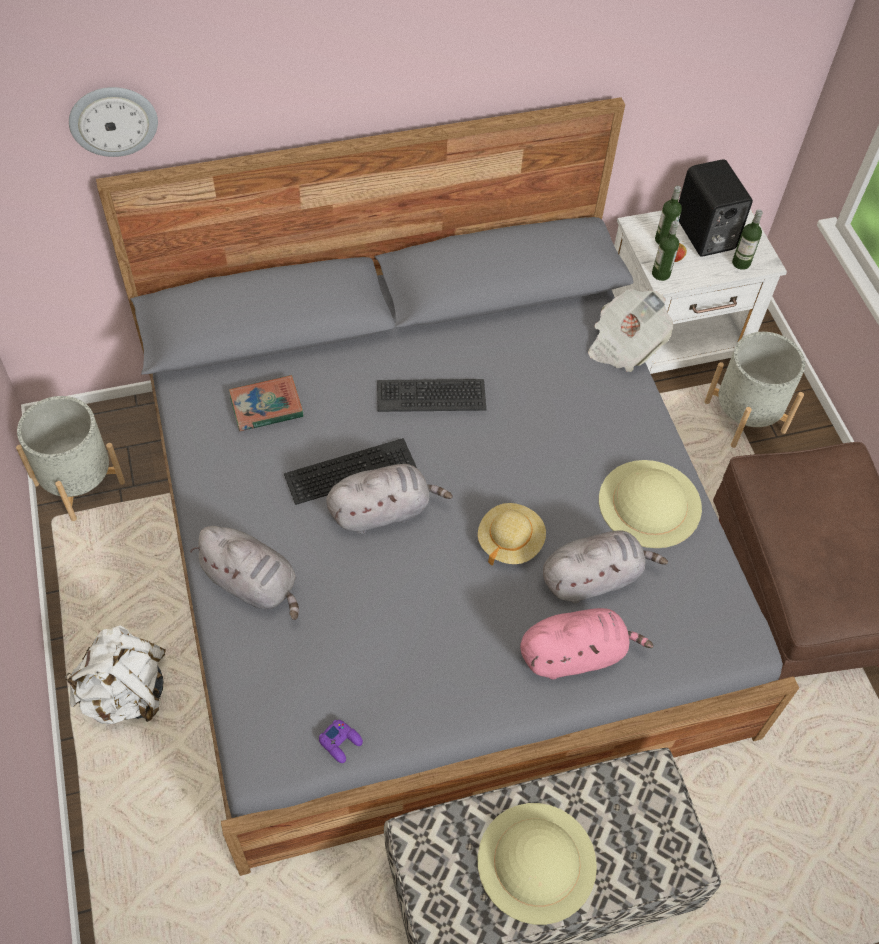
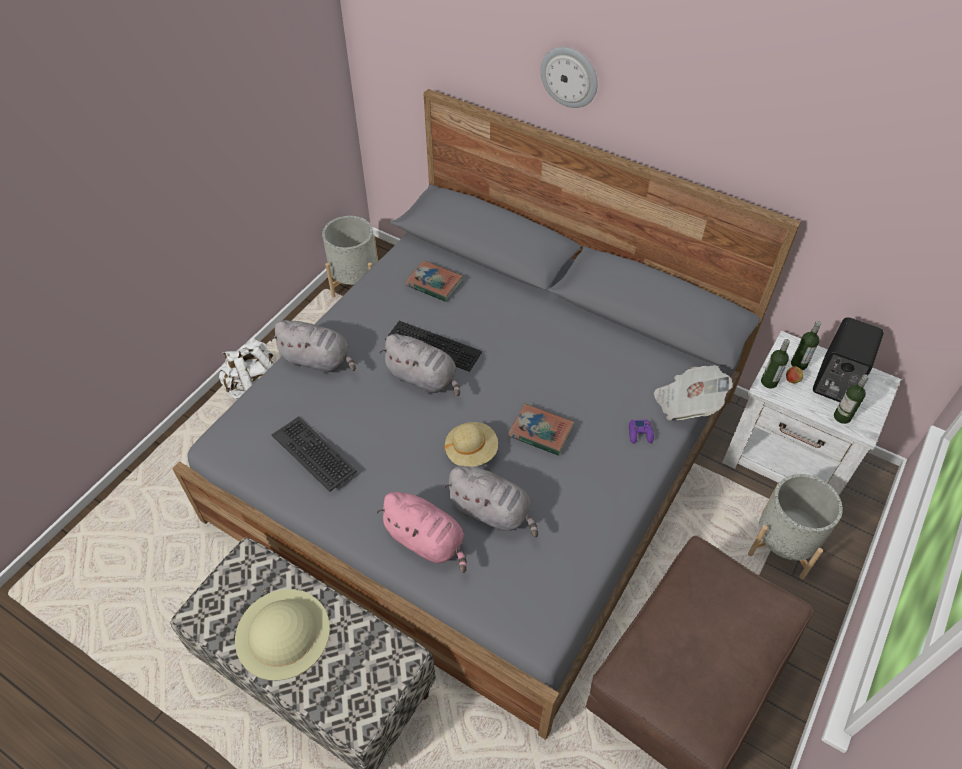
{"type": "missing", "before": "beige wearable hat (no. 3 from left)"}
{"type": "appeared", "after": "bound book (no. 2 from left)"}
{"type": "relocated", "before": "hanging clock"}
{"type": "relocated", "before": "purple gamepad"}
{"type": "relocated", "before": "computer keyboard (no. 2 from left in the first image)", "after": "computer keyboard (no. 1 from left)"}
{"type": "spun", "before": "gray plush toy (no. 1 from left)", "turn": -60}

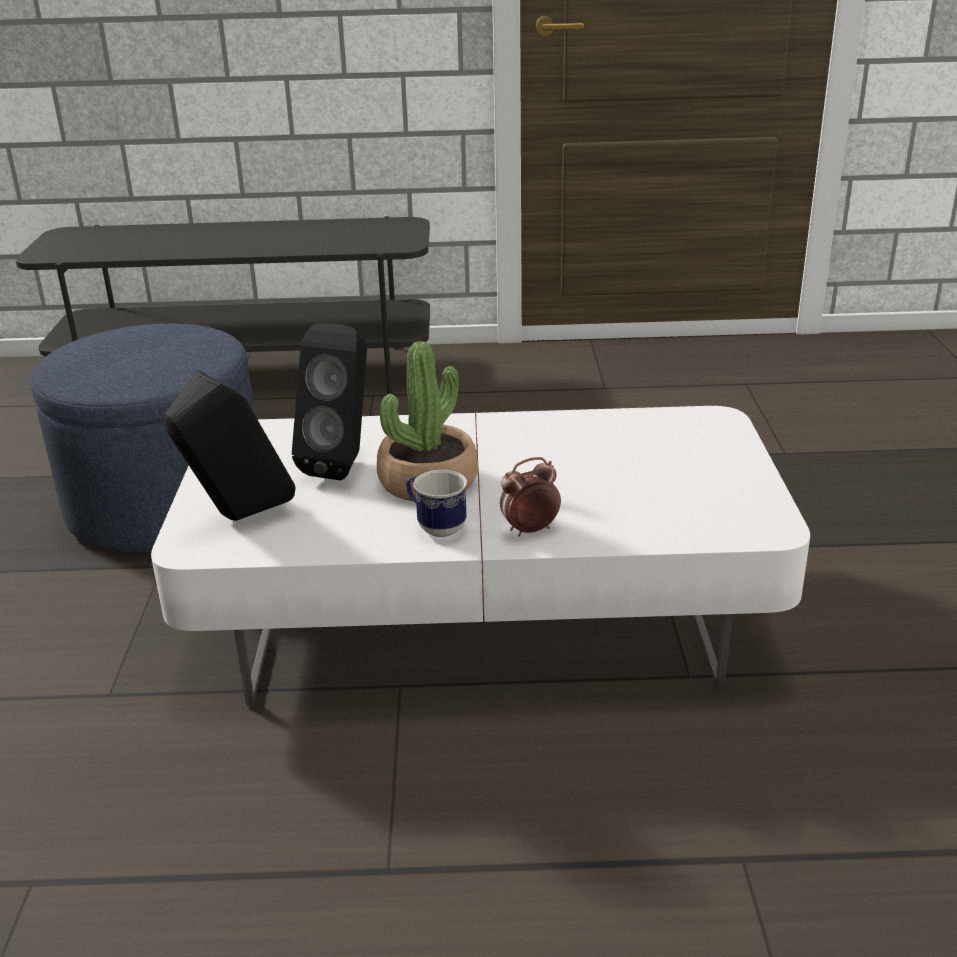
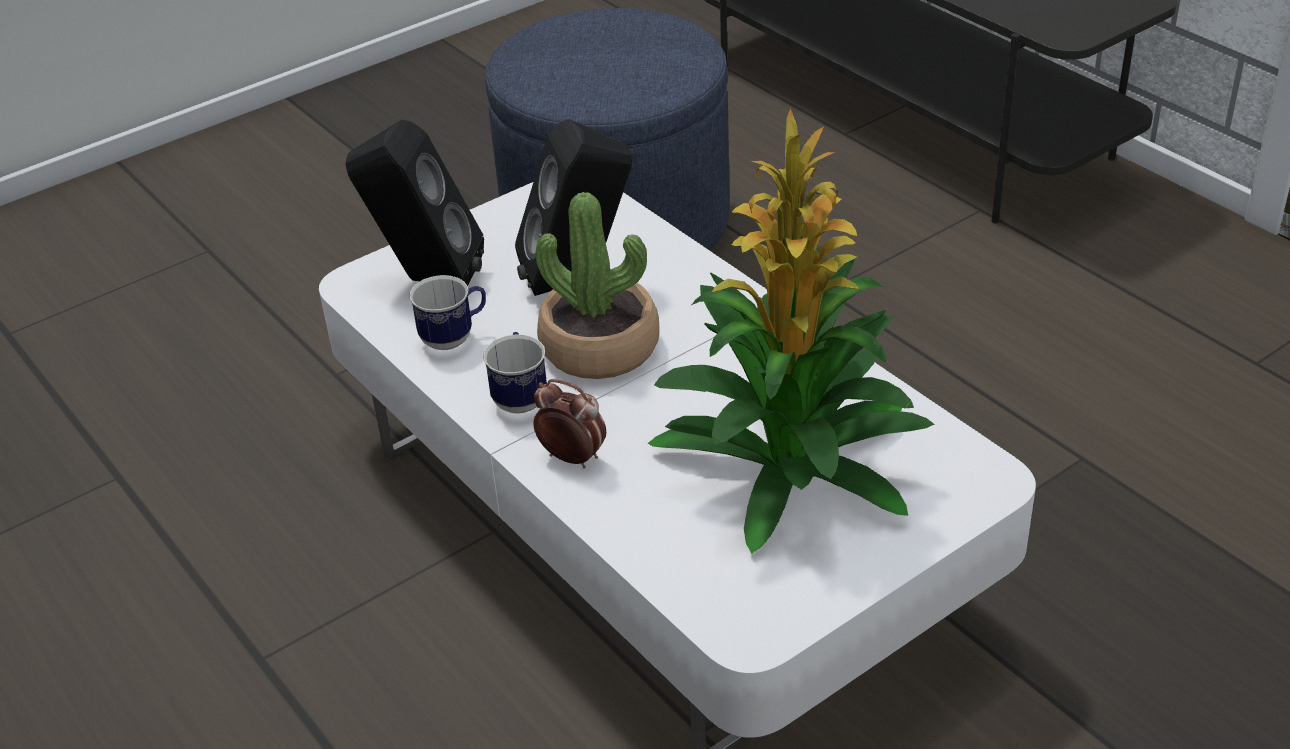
{"type": "appeared", "after": "coffee mug (no. 1 from left)"}
{"type": "appeared", "after": "houseplant (no. 2 from left)"}

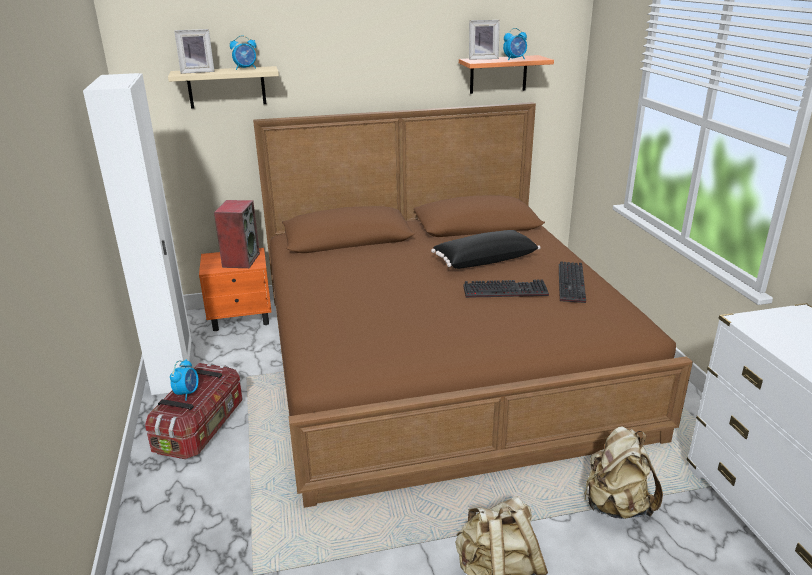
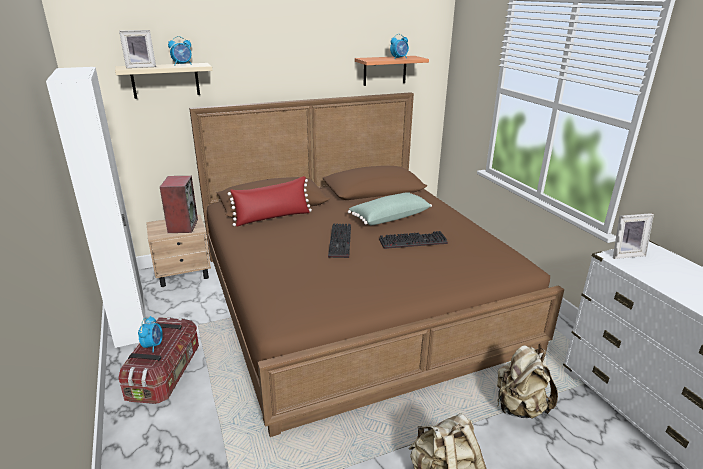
{"type": "appeared", "after": "reddish pillow"}
{"type": "relocated", "before": "photo frame (no. 2 from left)"}
{"type": "relocated", "before": "computer keyboard (no. 2 from left in the first image)", "after": "computer keyboard (no. 1 from left)"}
{"type": "colour", "before": "orange-coloured bedside table", "after": "beige bedside table"}
{"type": "colour", "before": "black pillow", "after": "green pillow"}

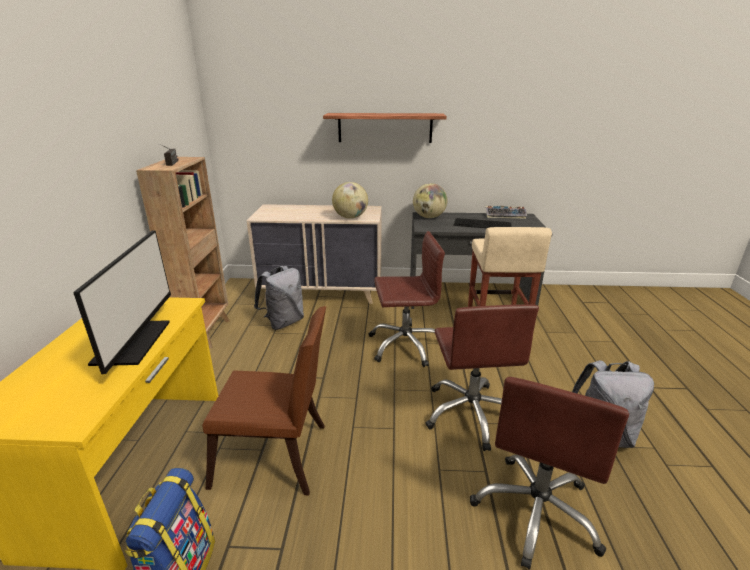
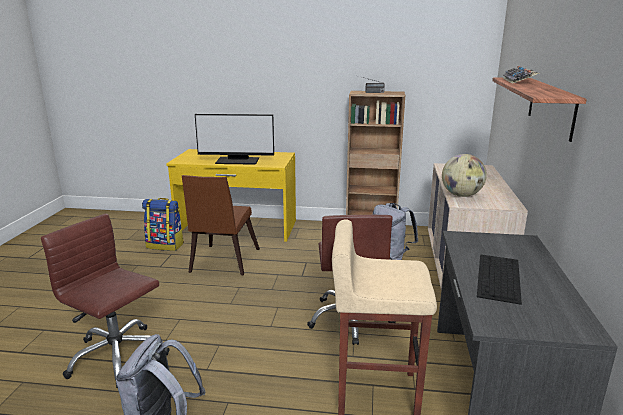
{"type": "missing", "before": "globe (no. 2 from left)"}
{"type": "missing", "before": "brown office chair (no. 2 from left)"}
{"type": "relocated", "before": "computer keyboard (no. 2 from left)"}

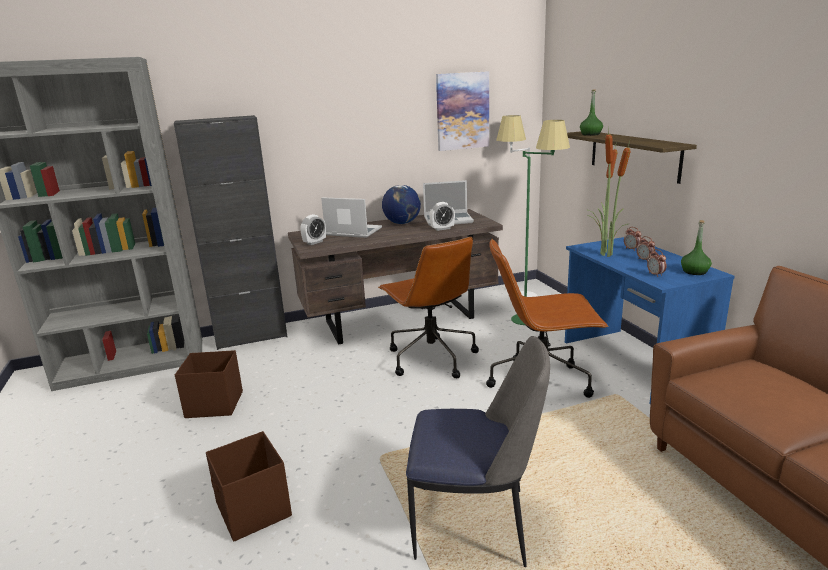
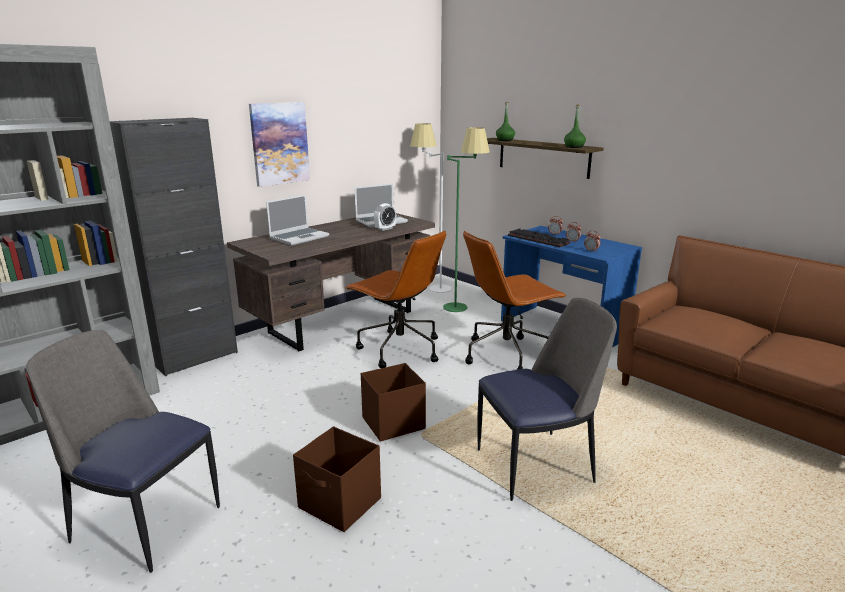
{"type": "missing", "before": "bedside clock (no. 1 from left)"}
{"type": "missing", "before": "globe"}
{"type": "appeared", "after": "upright chair (no. 1 from left)"}
{"type": "relocated", "before": "brown storage bin (no. 1 from left in the first image)", "after": "brown storage bin (no. 2 from left)"}
{"type": "relocated", "before": "wall art"}
{"type": "relocated", "before": "green beverage bottle (no. 2 from left)"}
{"type": "exchanged", "before": "houseplant", "after": "computer keyboard"}
{"type": "spun", "before": "portable computer (no. 1 from left)", "turn": 135}

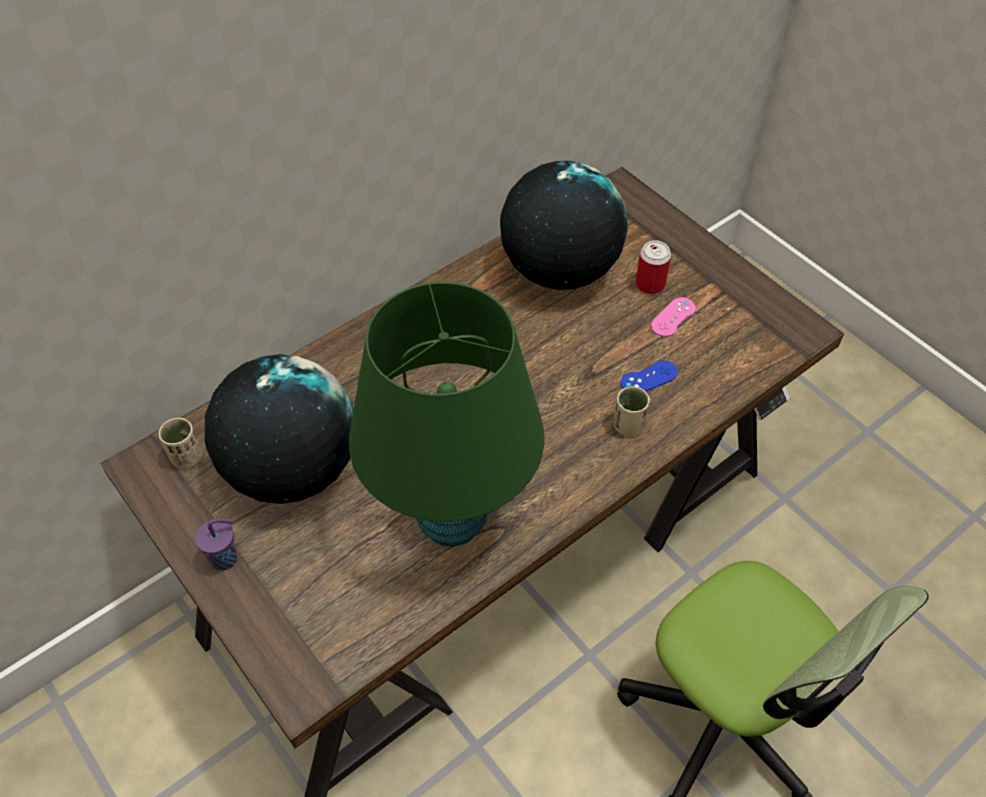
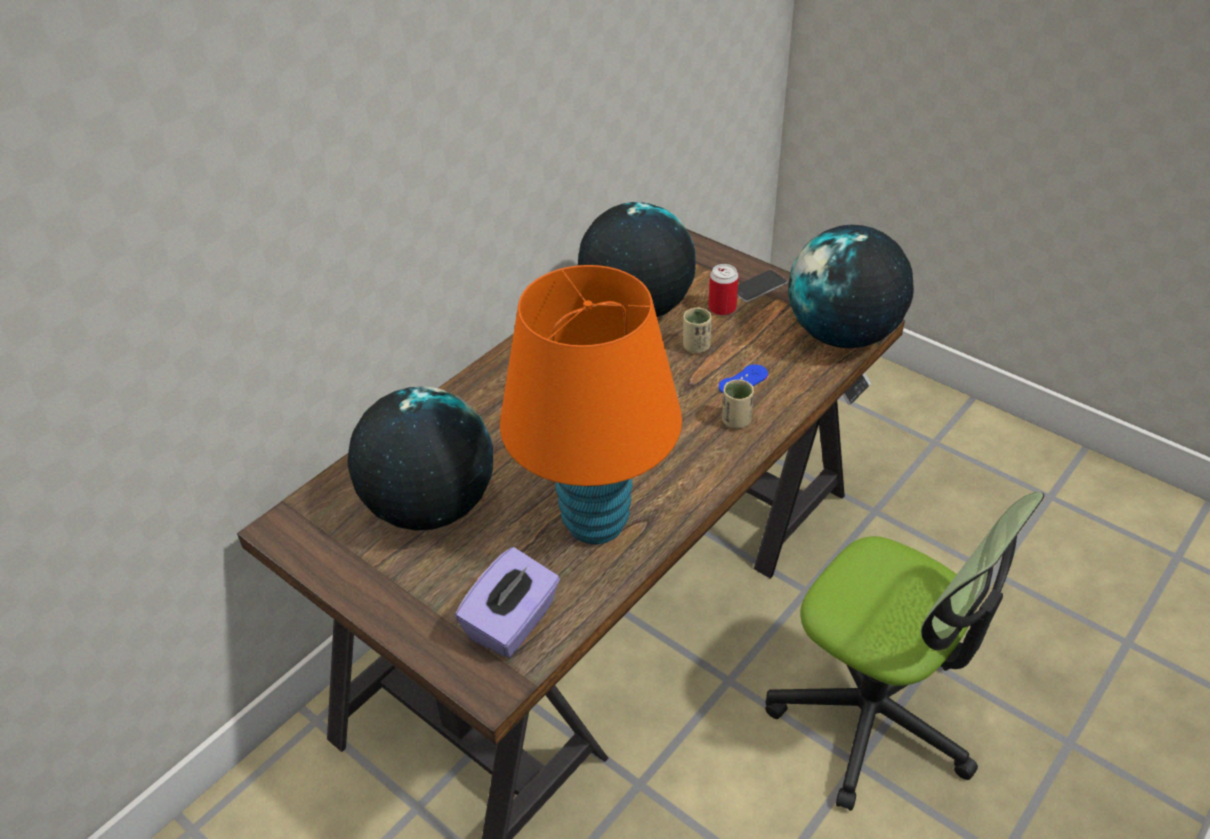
{"type": "missing", "before": "purple drinking cup"}
{"type": "missing", "before": "pink gamepad"}
{"type": "appeared", "after": "purple tissue holder"}
{"type": "appeared", "after": "phone"}
{"type": "appeared", "after": "globe (no. 3 from left)"}
{"type": "relocated", "before": "beige drinking cup (no. 1 from left)"}
{"type": "colour", "before": "green tabletop lamp", "after": "orange-coloured tabletop lamp"}

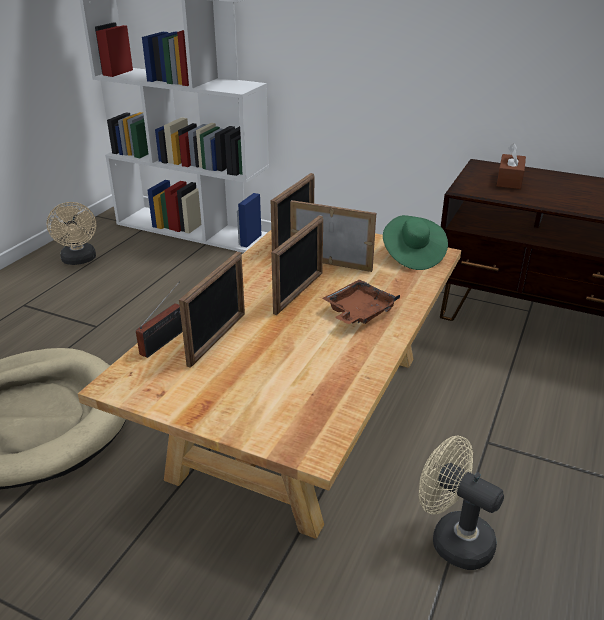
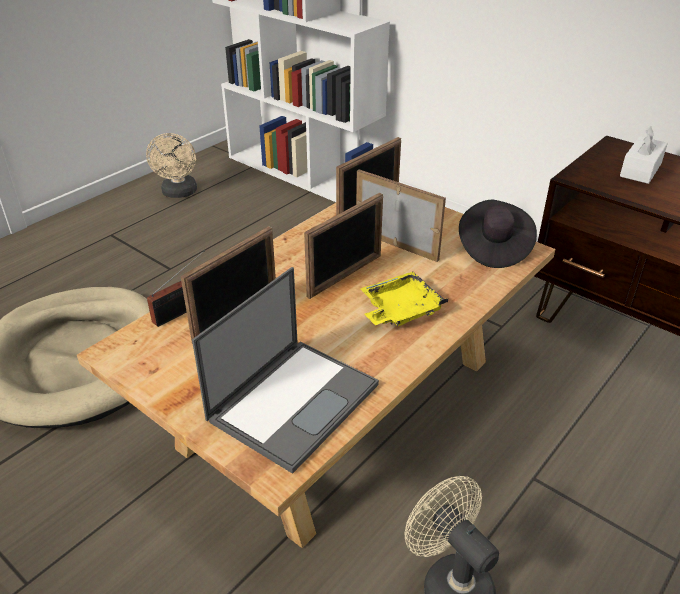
{"type": "appeared", "after": "portable computer"}
{"type": "colour", "before": "brown serving tray", "after": "yellow serving tray"}
{"type": "colour", "before": "green wearable hat", "after": "black wearable hat"}
{"type": "colour", "before": "brown tissue holder", "after": "whitish tissue holder"}

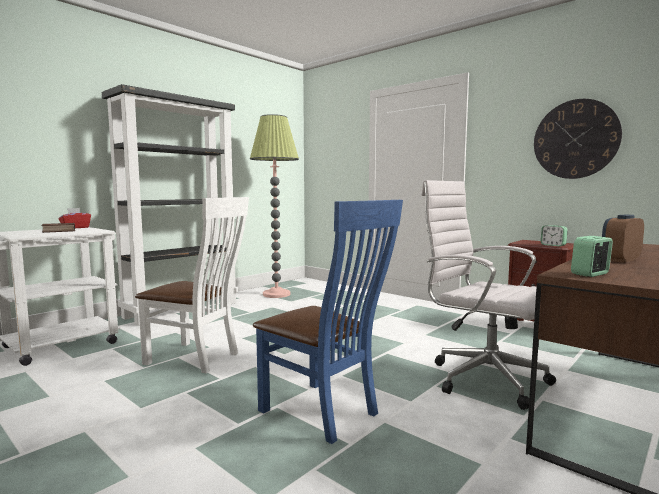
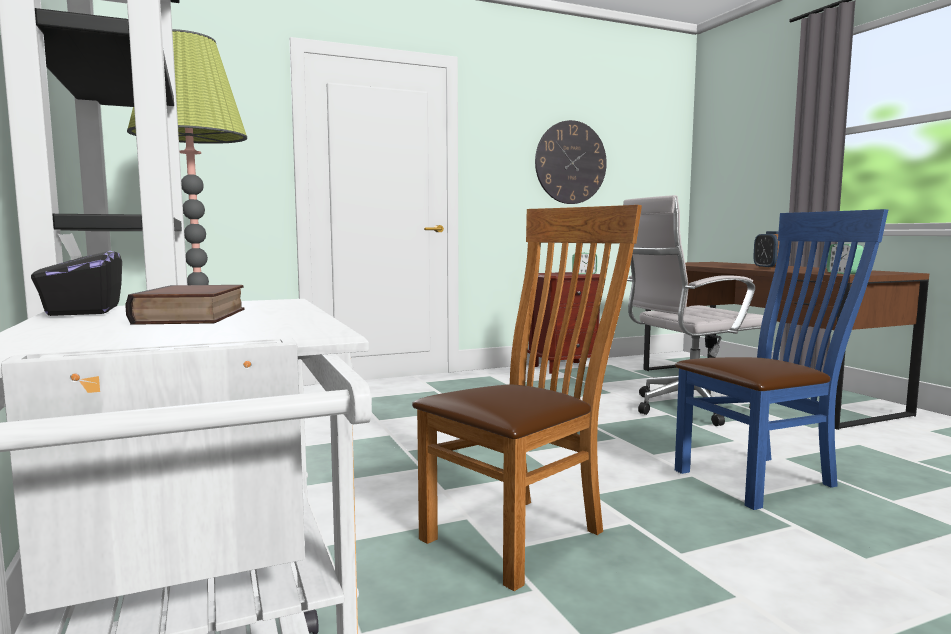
{"type": "colour", "before": "reddish tissue holder", "after": "black tissue holder"}
{"type": "colour", "before": "whitish upright chair", "after": "brown upright chair"}

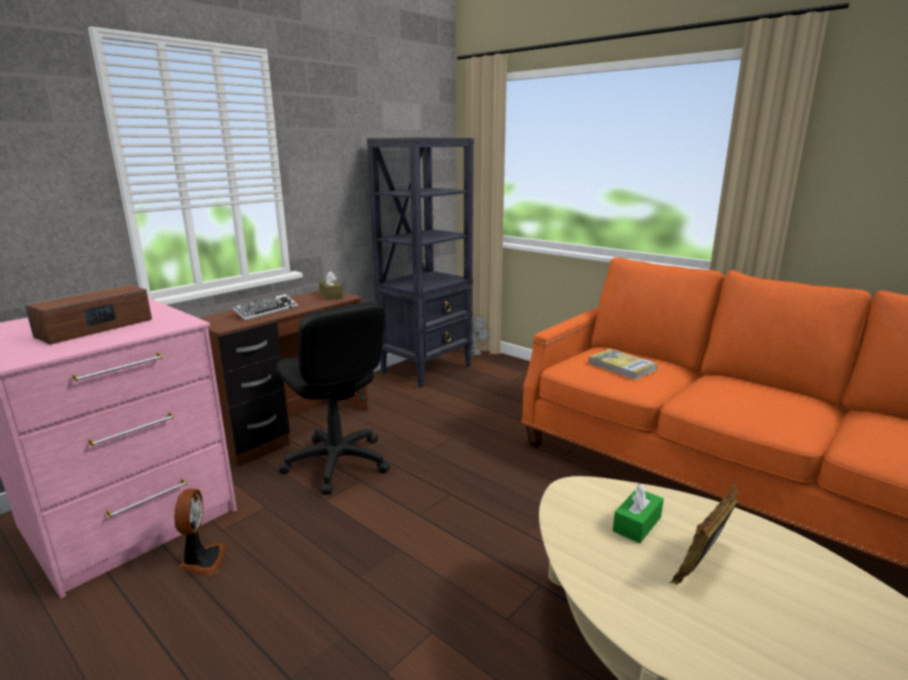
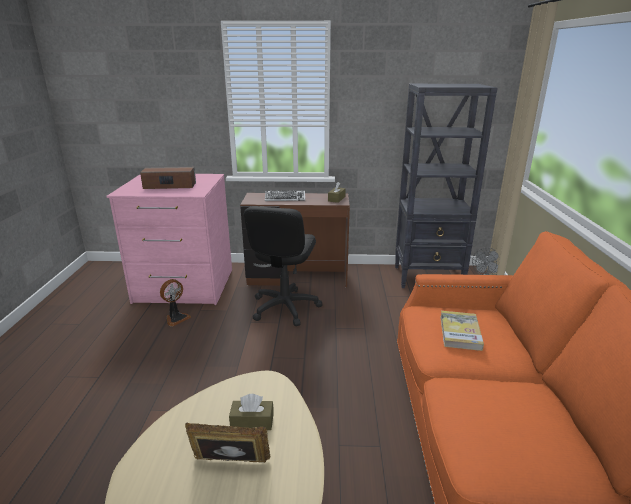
{"type": "colour", "before": "green tissue holder", "after": "brown tissue holder (no. 1 from left)"}

